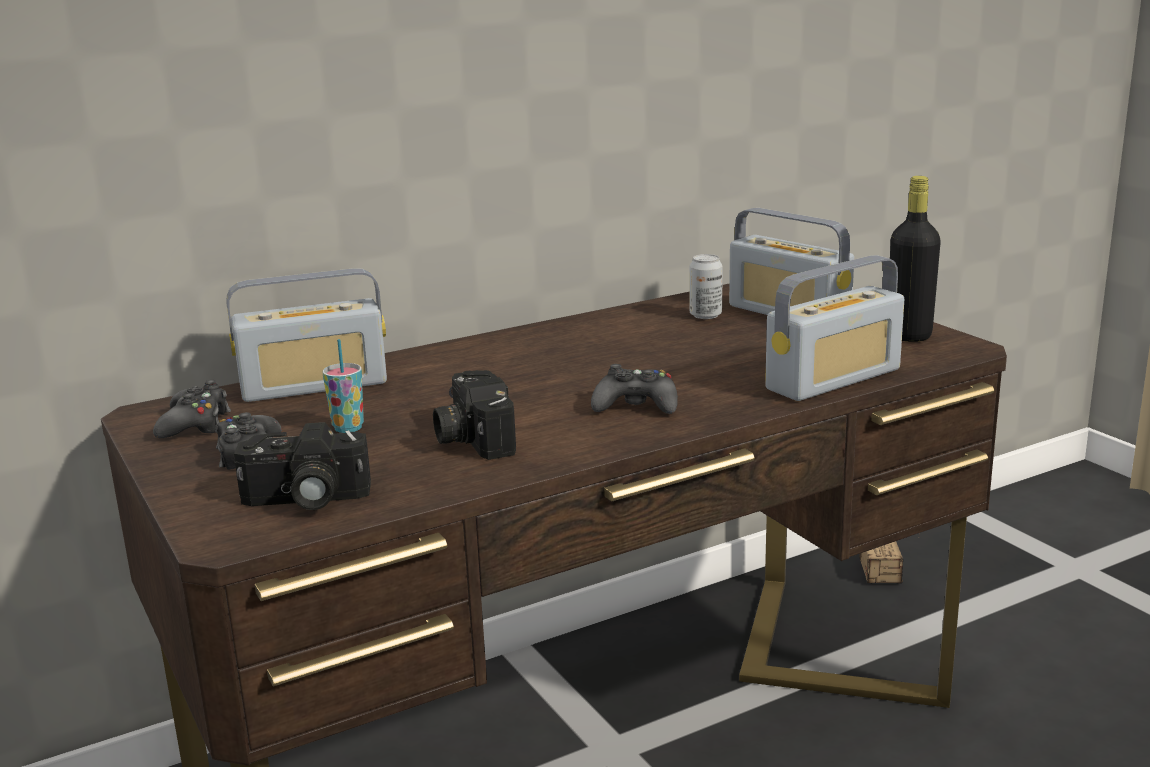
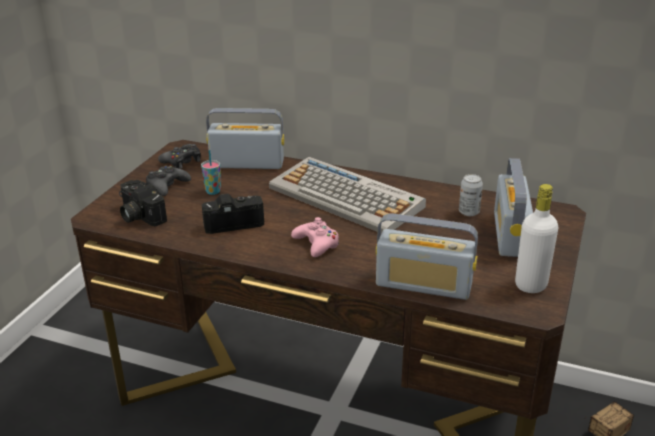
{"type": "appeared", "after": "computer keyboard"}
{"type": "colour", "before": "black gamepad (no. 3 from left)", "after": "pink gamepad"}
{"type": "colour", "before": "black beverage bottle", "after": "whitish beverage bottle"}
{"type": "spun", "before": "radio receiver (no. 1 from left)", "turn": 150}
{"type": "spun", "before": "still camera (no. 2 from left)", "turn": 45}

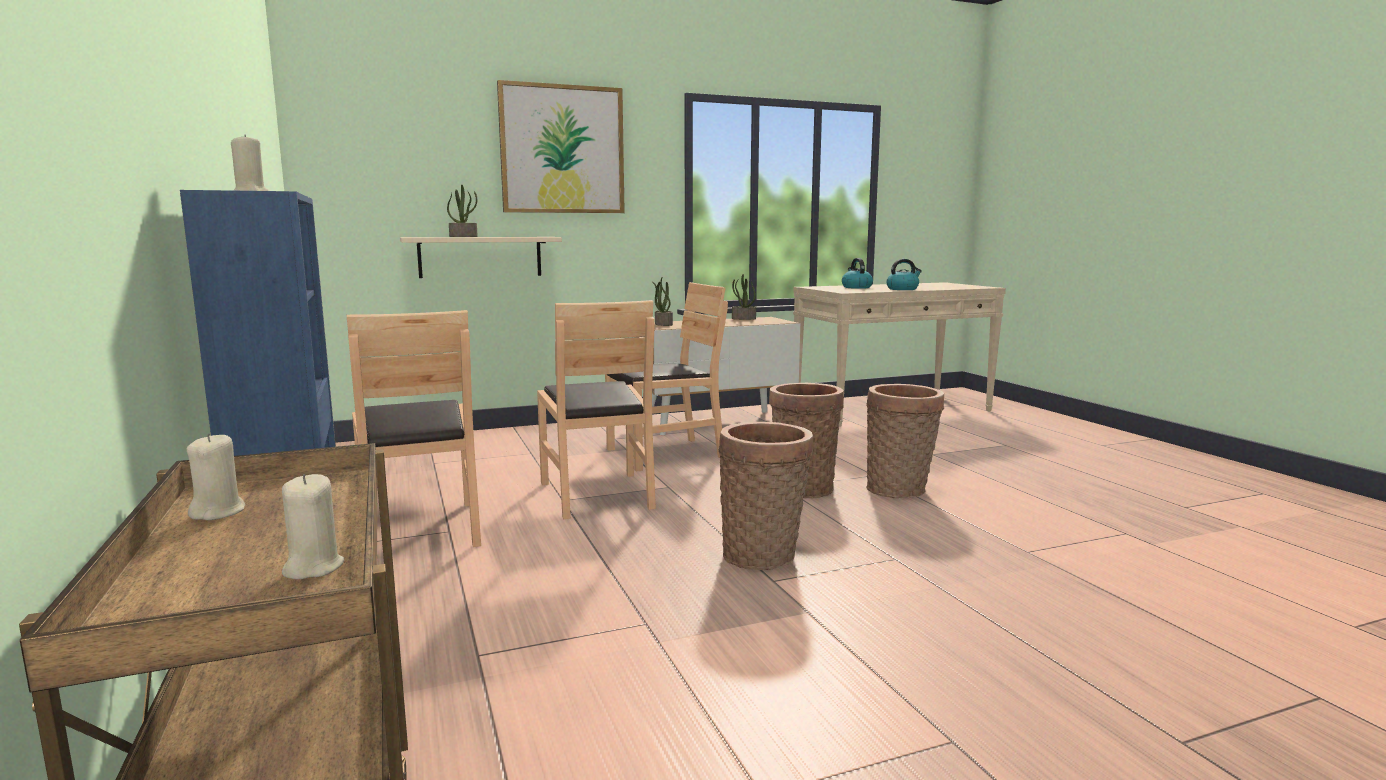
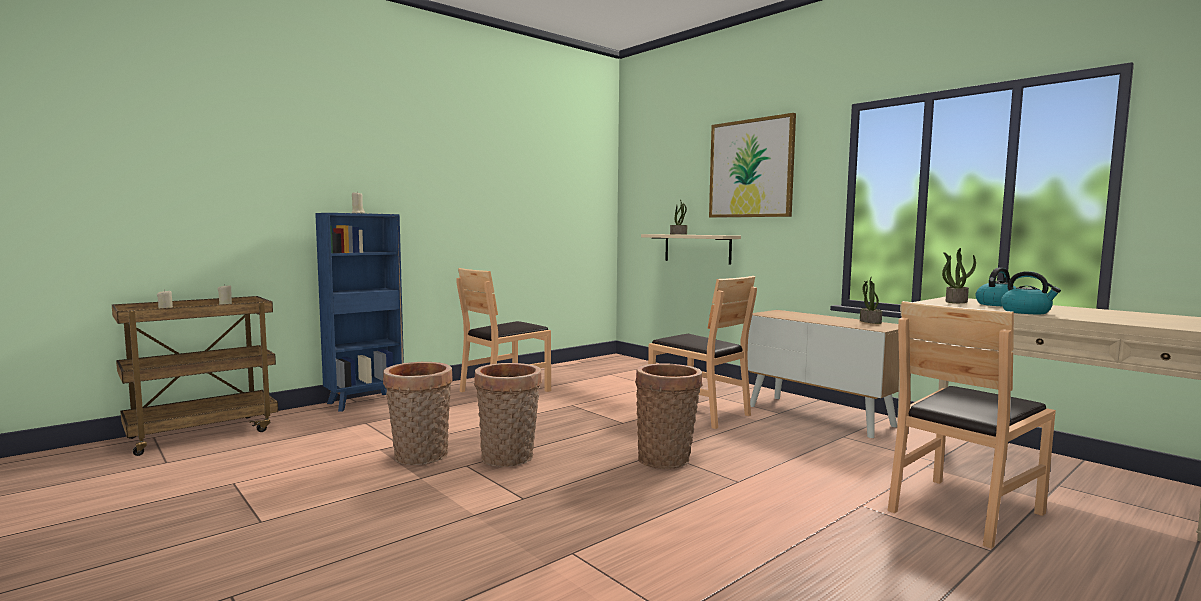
{"type": "relocated", "before": "brown upright chair (no. 2 from left in the first image)", "after": "brown upright chair (no. 3 from left)"}
{"type": "relocated", "before": "houseplant (no. 2 from left in the first image)", "after": "houseplant (no. 3 from left)"}
{"type": "relocated", "before": "basket (no. 3 from left in the first image)", "after": "basket (no. 1 from left)"}

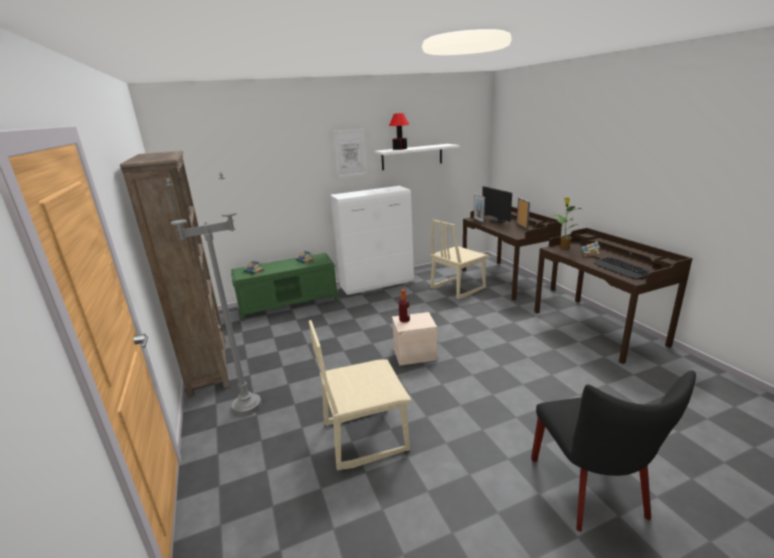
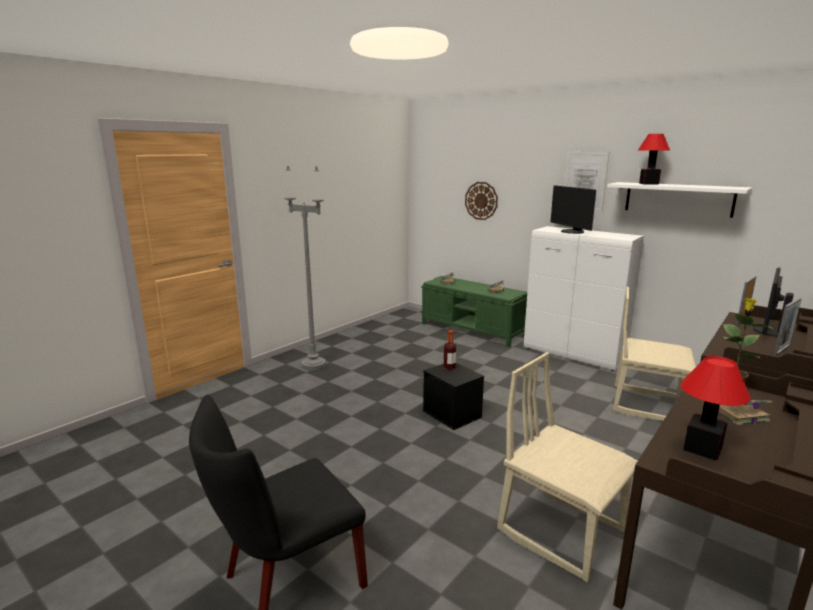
{"type": "missing", "before": "brown bookshelf"}
{"type": "appeared", "after": "hanging clock"}
{"type": "appeared", "after": "computer screen (no. 1 from left)"}
{"type": "relocated", "before": "beige upright chair (no. 1 from left)"}
{"type": "exchanged", "before": "computer keyboard", "after": "tabletop lamp (no. 2 from left)"}
{"type": "colour", "before": "beige storage bin", "after": "black storage bin"}

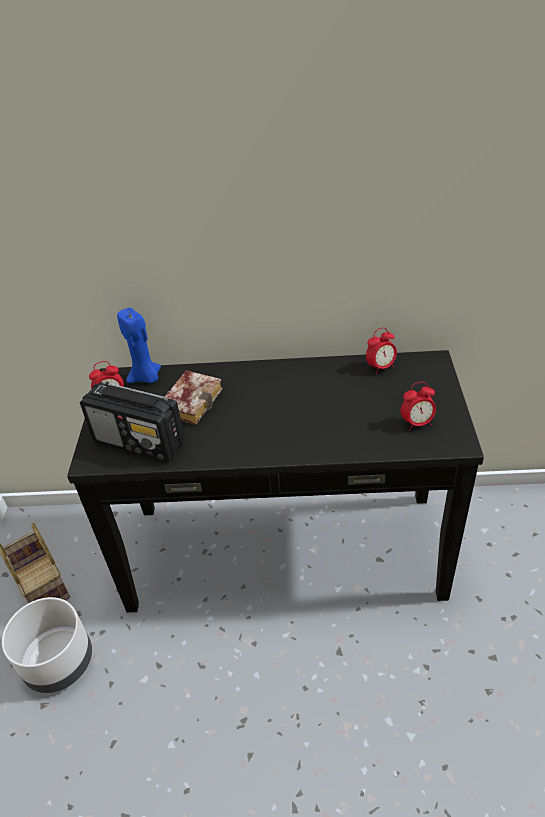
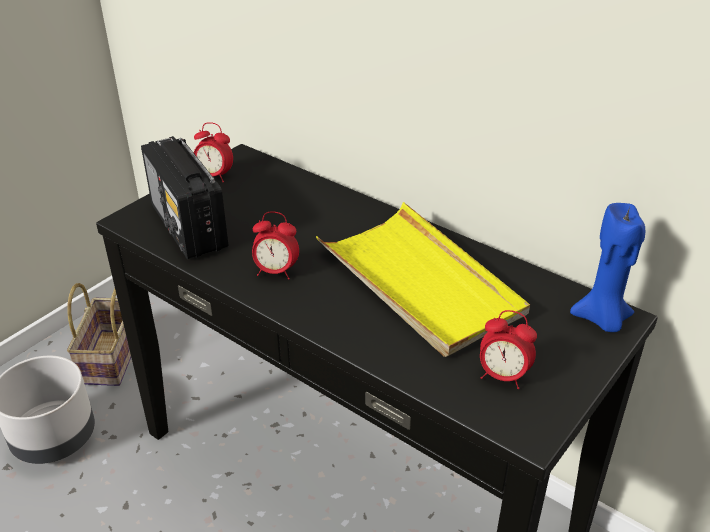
{"type": "missing", "before": "bound book"}
{"type": "appeared", "after": "yellow serving tray"}
{"type": "relocated", "before": "bluish wax candle"}
{"type": "relocated", "before": "bedside clock (no. 2 from left)"}

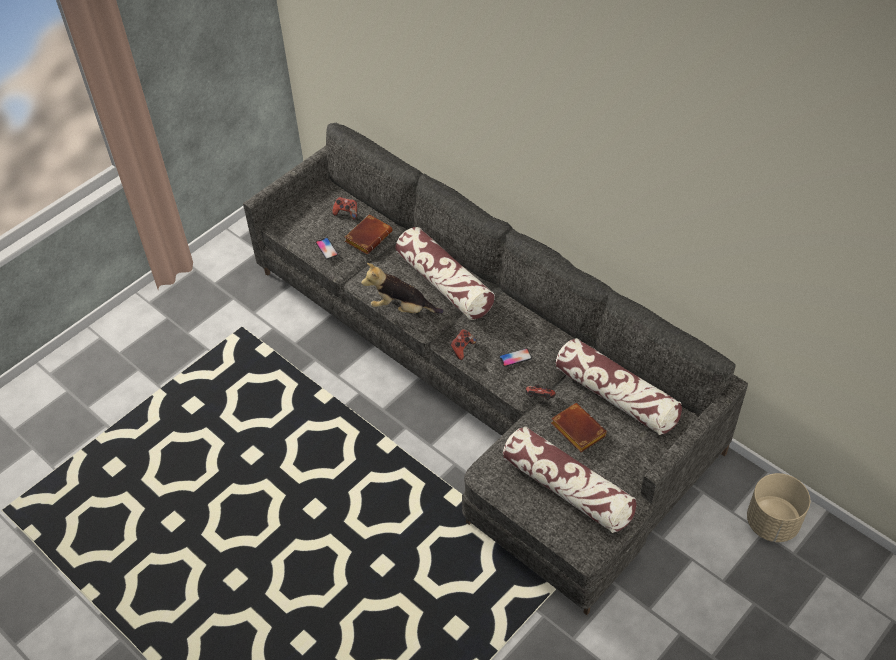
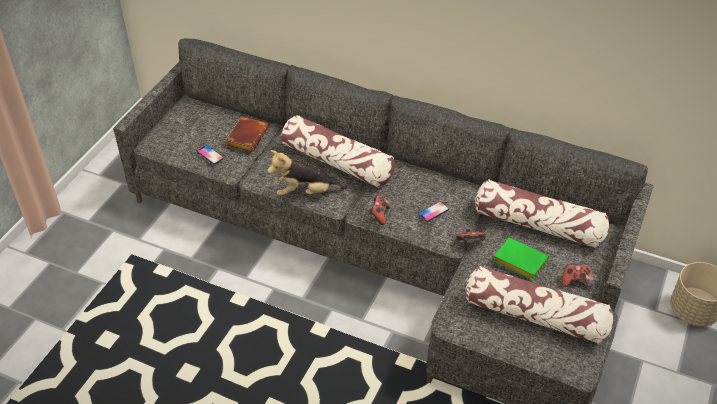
{"type": "relocated", "before": "gamepad (no. 1 from left in the first image)", "after": "gamepad (no. 3 from left)"}
{"type": "colour", "before": "brown bound book (no. 2 from left)", "after": "green bound book"}

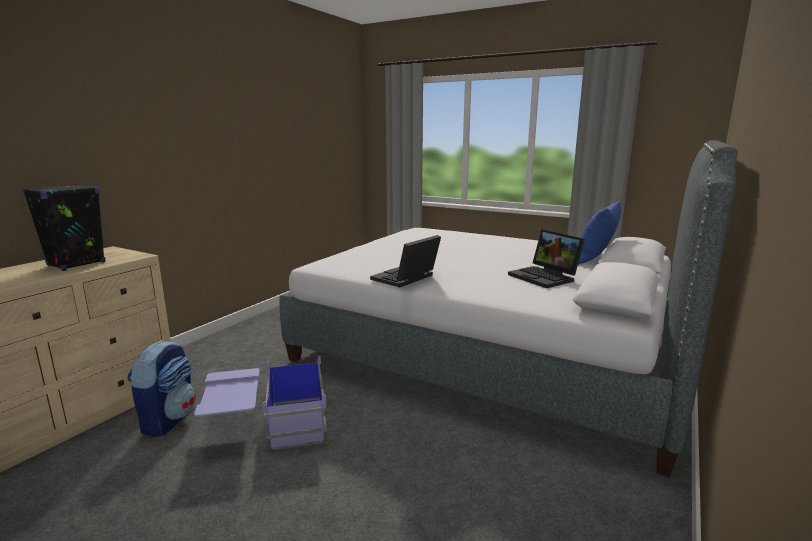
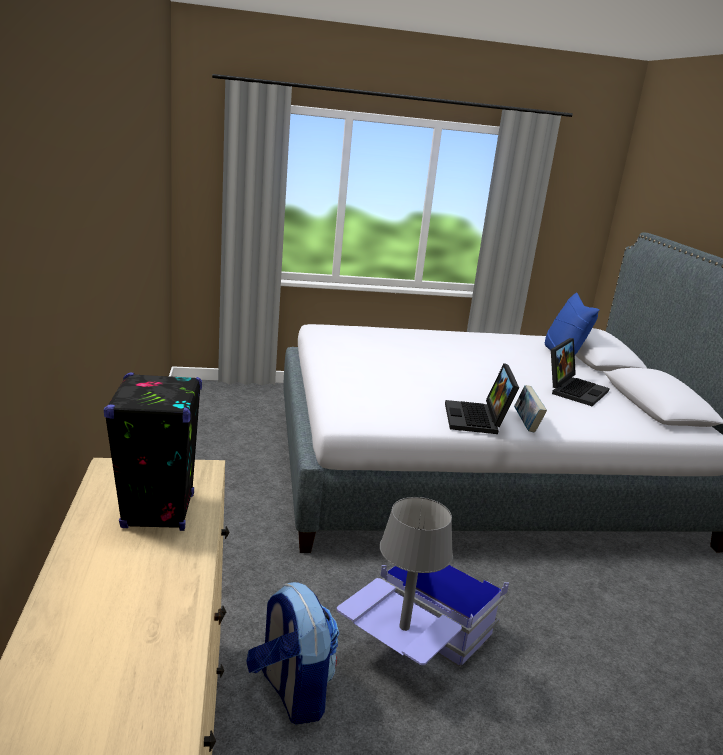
{"type": "appeared", "after": "gray tabletop lamp"}
{"type": "appeared", "after": "bound book"}
{"type": "spun", "before": "portable computer (no. 2 from left)", "turn": -75}

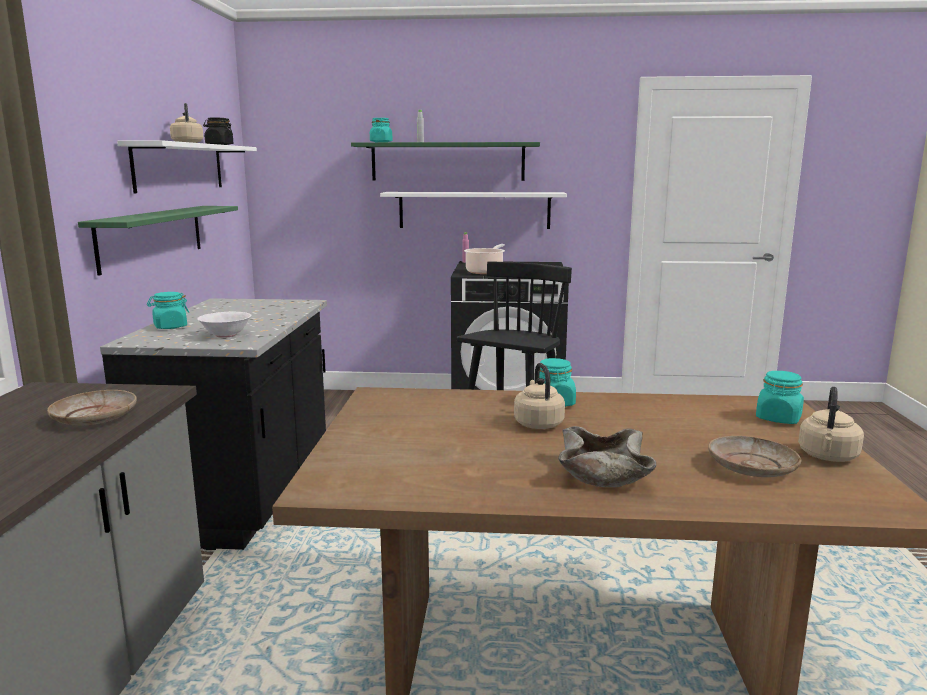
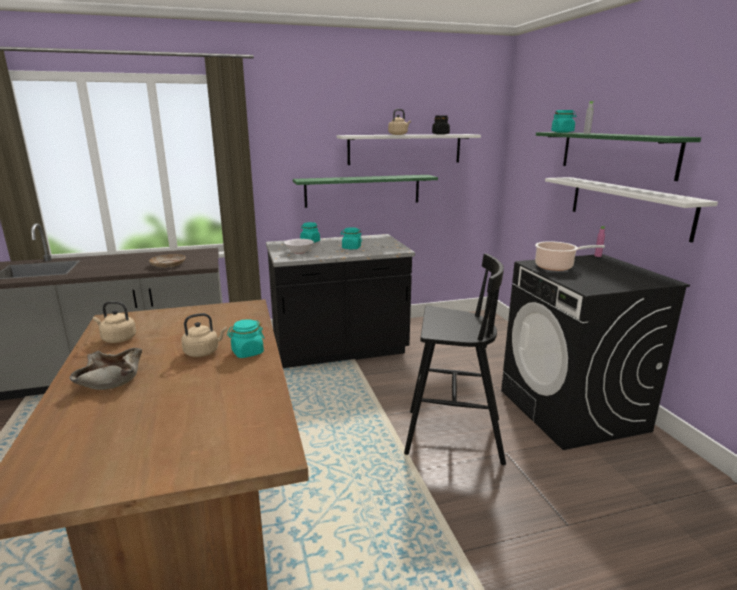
{"type": "missing", "before": "beige dinner plate (no. 2 from left)"}
{"type": "relocated", "before": "turquoise preserve jar (no. 4 from left in the first image)", "after": "turquoise preserve jar (no. 3 from left)"}
{"type": "relocated", "before": "beige water kettle (no. 3 from left in the first image)", "after": "beige water kettle (no. 1 from left)"}

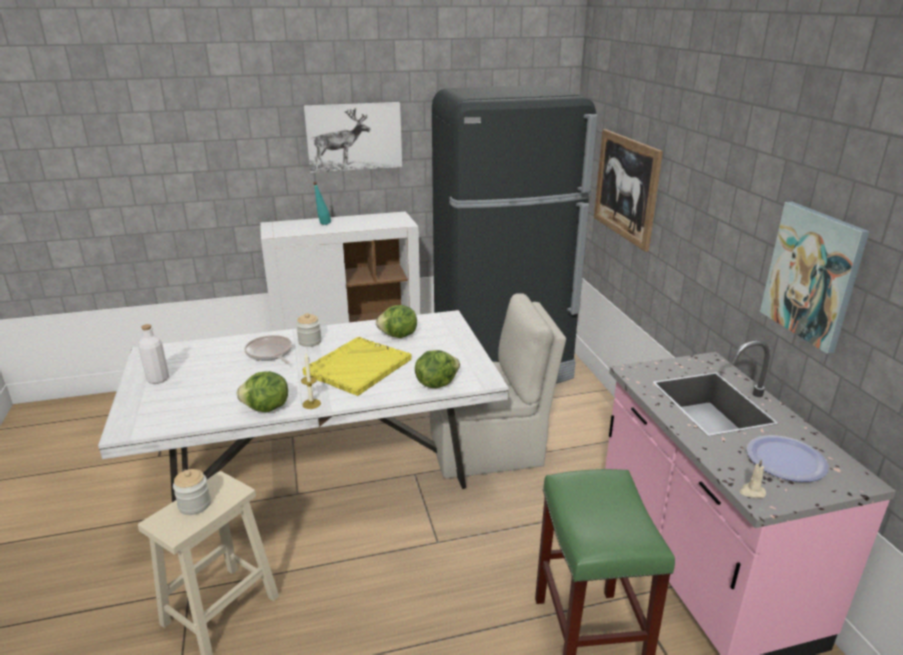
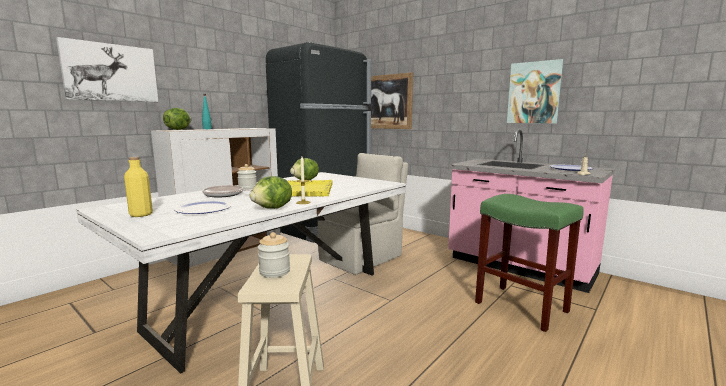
{"type": "appeared", "after": "dinner plate (no. 1 from left)"}
{"type": "relocated", "before": "wall art (no. 1 from left)"}
{"type": "relocated", "before": "lettuce head (no. 3 from left in the first image)", "after": "lettuce head (no. 1 from left)"}
{"type": "colour", "before": "whitish beverage bottle", "after": "yellow beverage bottle"}

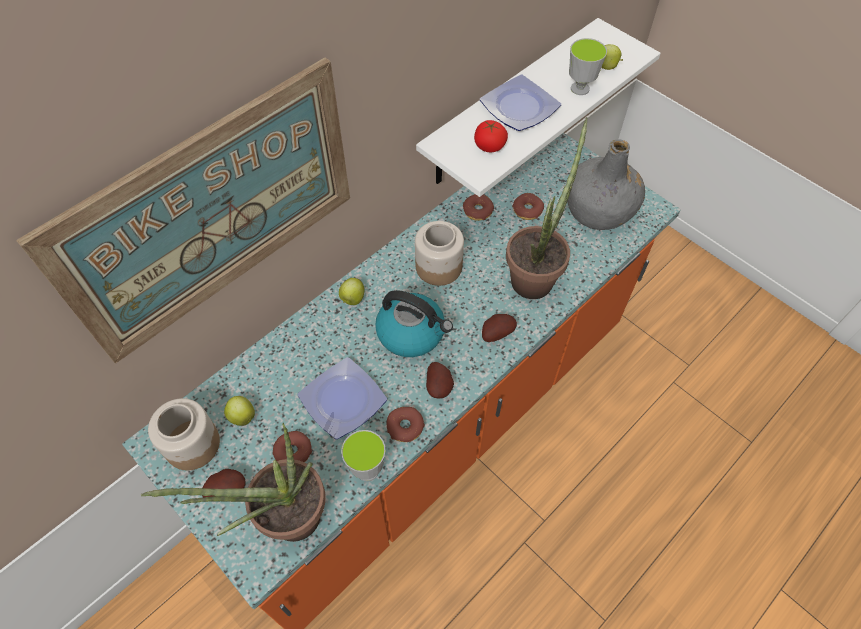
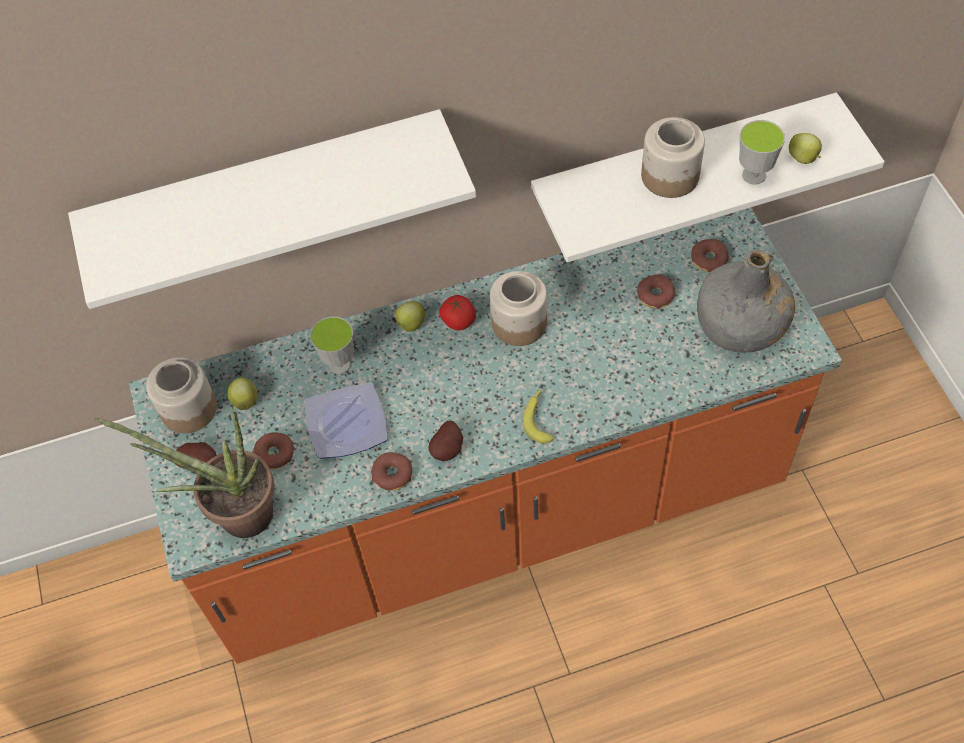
{"type": "missing", "before": "water kettle"}
{"type": "missing", "before": "houseplant (no. 2 from left)"}
{"type": "relocated", "before": "drinking cup (no. 1 from left)"}
{"type": "relocated", "before": "donut (no. 3 from left in the first image)", "after": "donut (no. 4 from left)"}
{"type": "relocated", "before": "tomato"}
{"type": "exchanged", "before": "wall art", "after": "whitish shelf (no. 1 from left)"}
{"type": "exchanged", "before": "dinner plate (no. 2 from left)", "after": "preserve jar (no. 3 from left)"}
{"type": "exchanged", "before": "spud (no. 3 from left)", "after": "banana"}

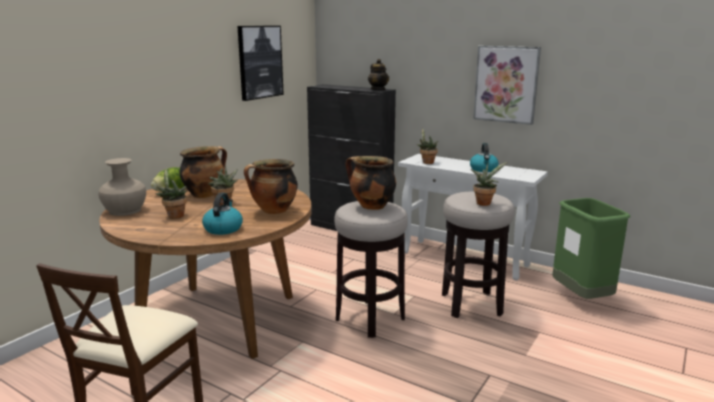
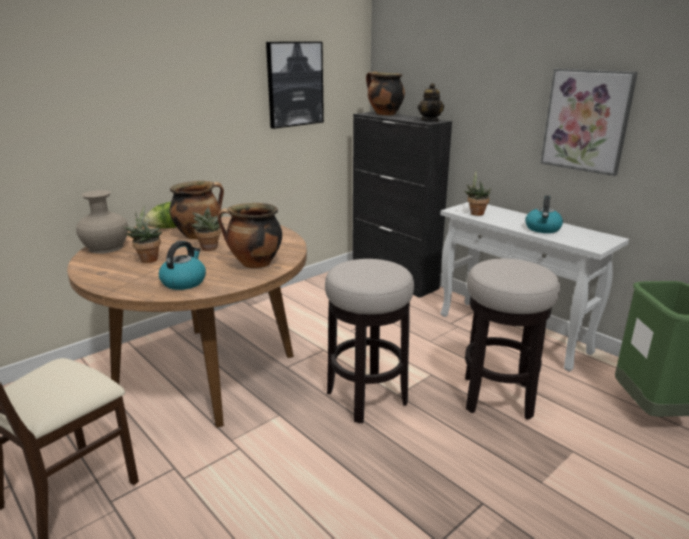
{"type": "missing", "before": "houseplant (no. 4 from left)"}
{"type": "relocated", "before": "stockpot (no. 3 from left)"}

